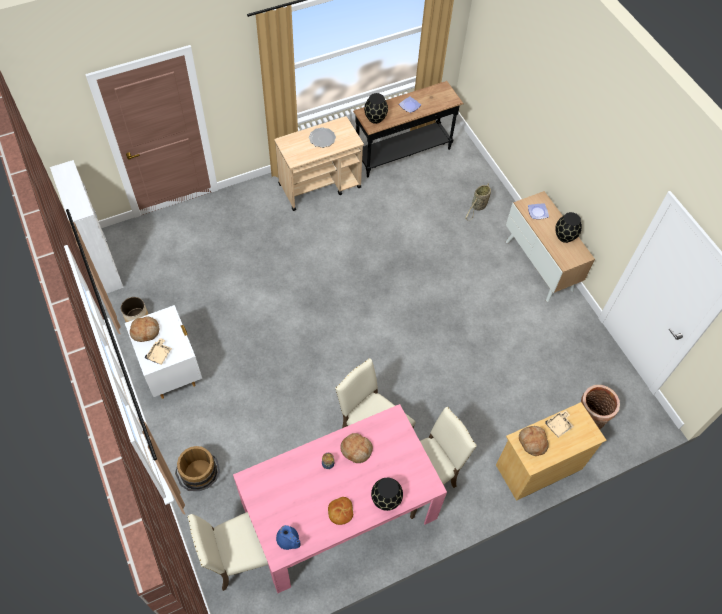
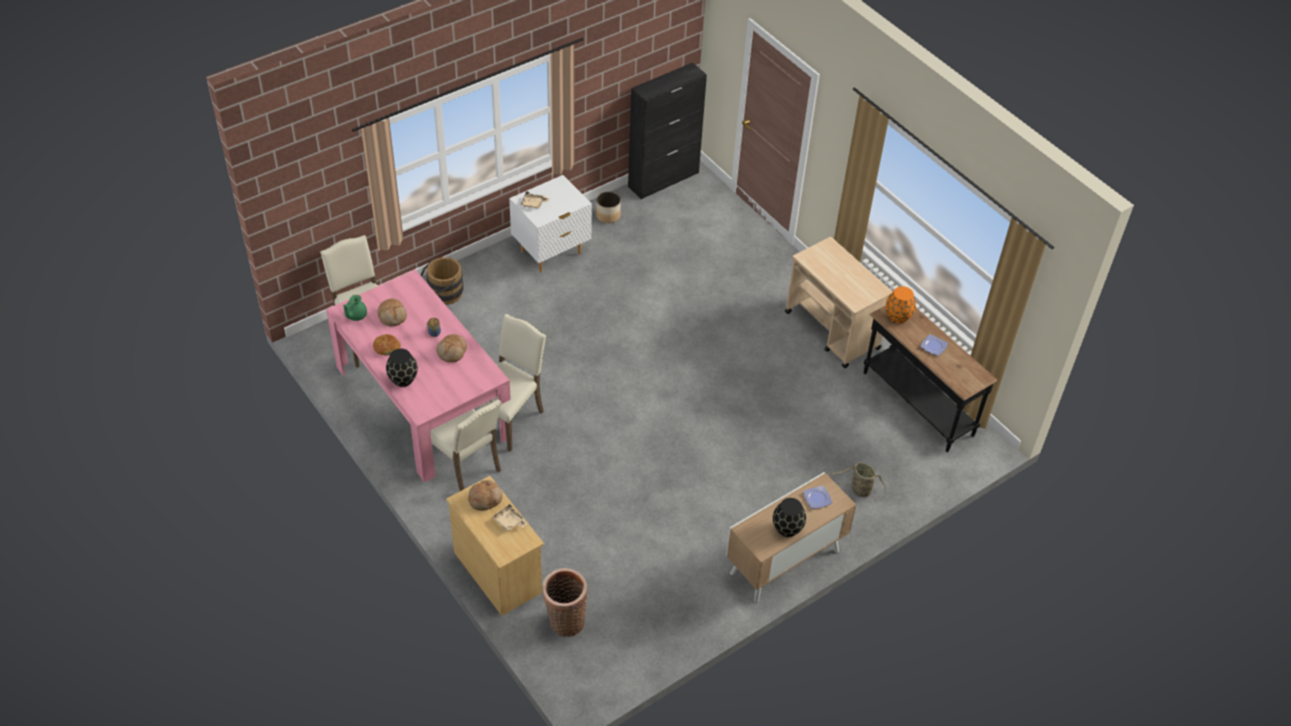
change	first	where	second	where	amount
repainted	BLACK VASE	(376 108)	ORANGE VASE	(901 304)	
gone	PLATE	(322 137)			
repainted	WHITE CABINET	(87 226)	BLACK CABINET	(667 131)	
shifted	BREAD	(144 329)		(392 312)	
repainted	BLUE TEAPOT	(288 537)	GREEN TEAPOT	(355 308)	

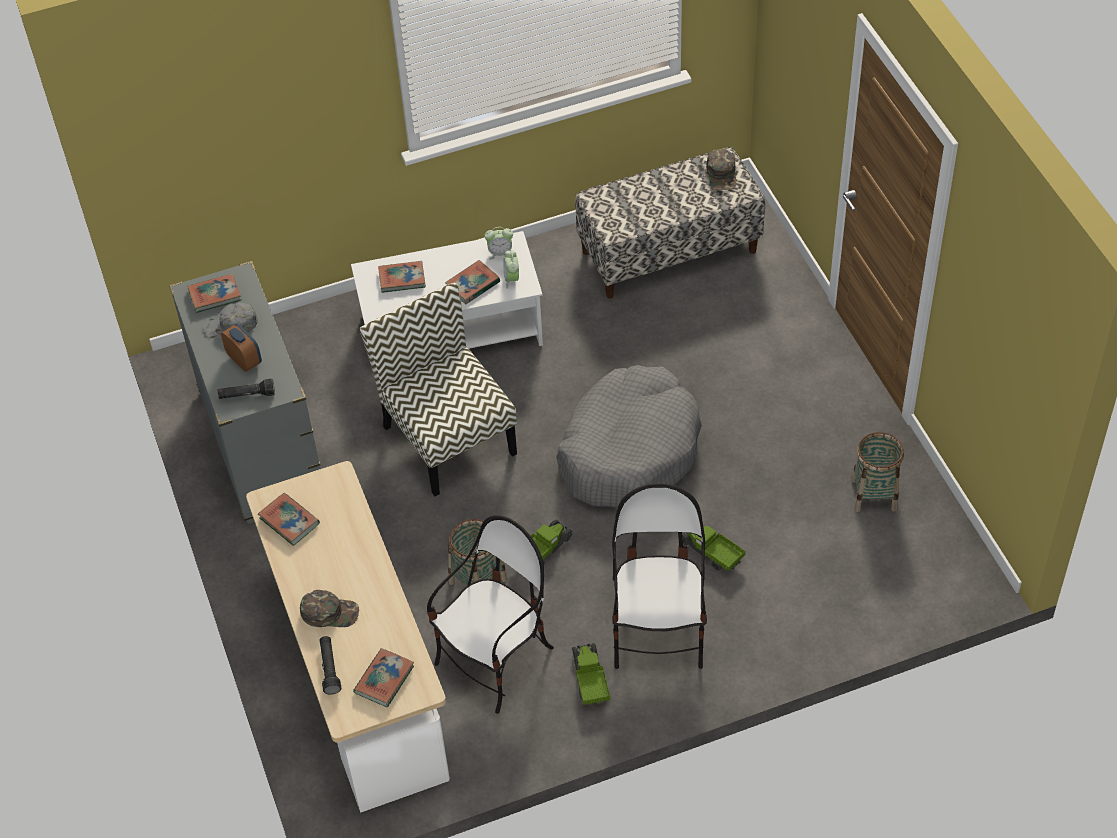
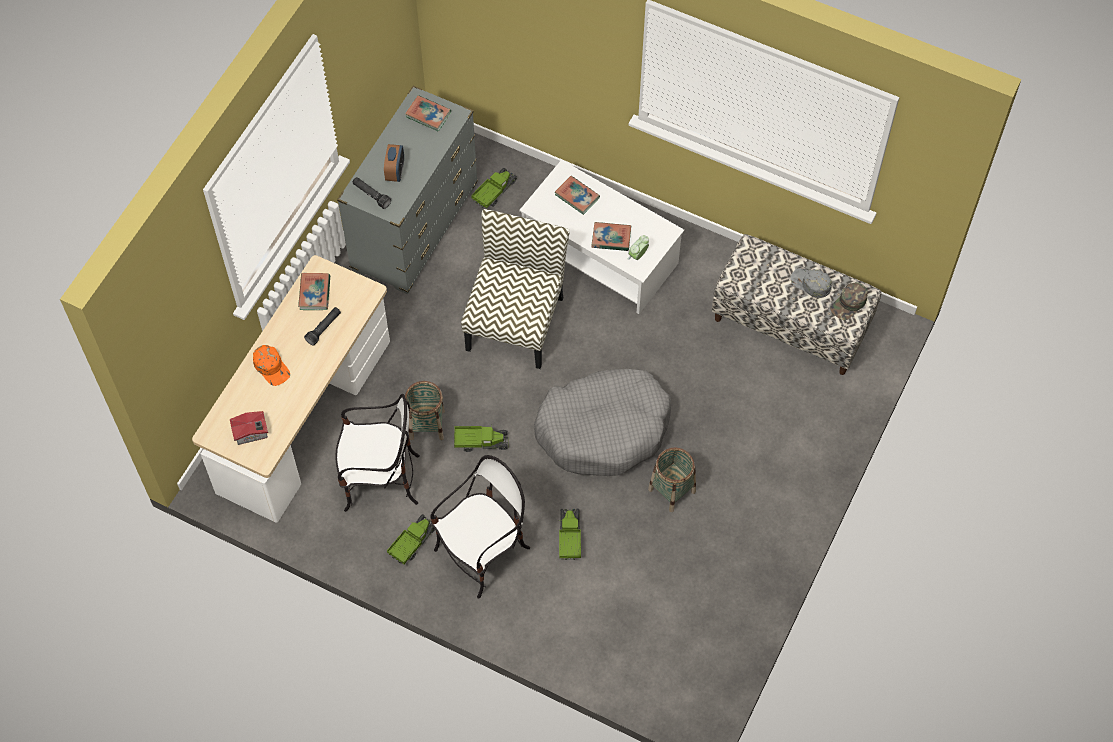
change	first	where	second	where	amount
gone	ALARM CLOCK	(498 243)			
shifted	GREY CAP	(231 320)		(811 283)	
shifted	BASKET	(878 472)		(672 479)	
repainted	GREEN CAP	(329 608)	ORANGE CAP	(271 365)	
shifted	BLACK FLASHLIGHT	(330 665)		(322 326)	
swapped	BOOK	(383 677)	TOY HOUSE	(249 428)	
new			TOY TRUCK	(494 188)	

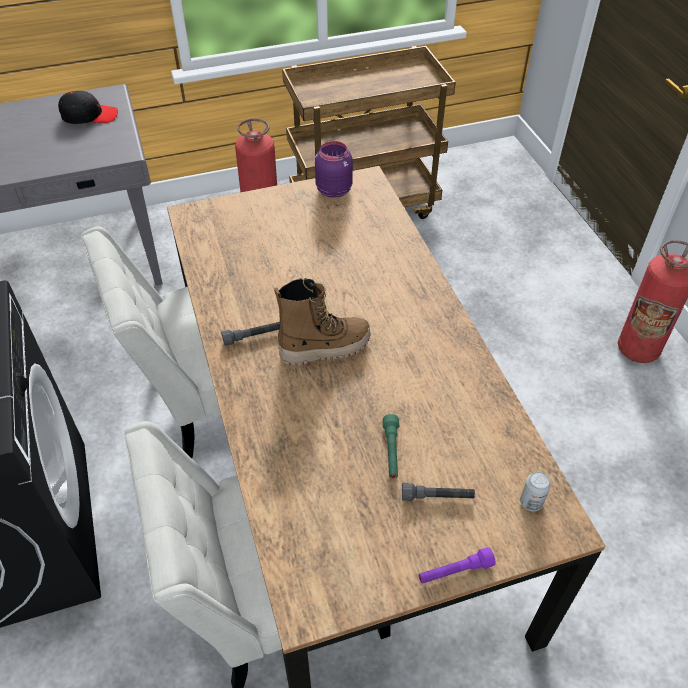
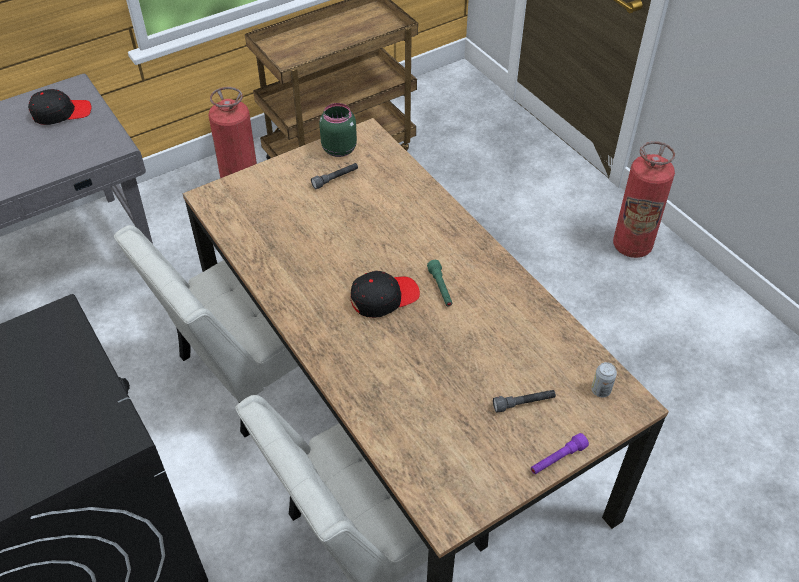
change	first	where	second	where	amount
repainted	PURPLE JAR	(334 169)	GREEN JAR	(338 130)	
swapped	BOOT	(322 321)	BLACK CAP	(385 294)	
shifted	GREY FLASHLIGHT	(250 334)		(334 176)	
shifted	GREEN FLASHLIGHT	(391 446)		(440 283)	

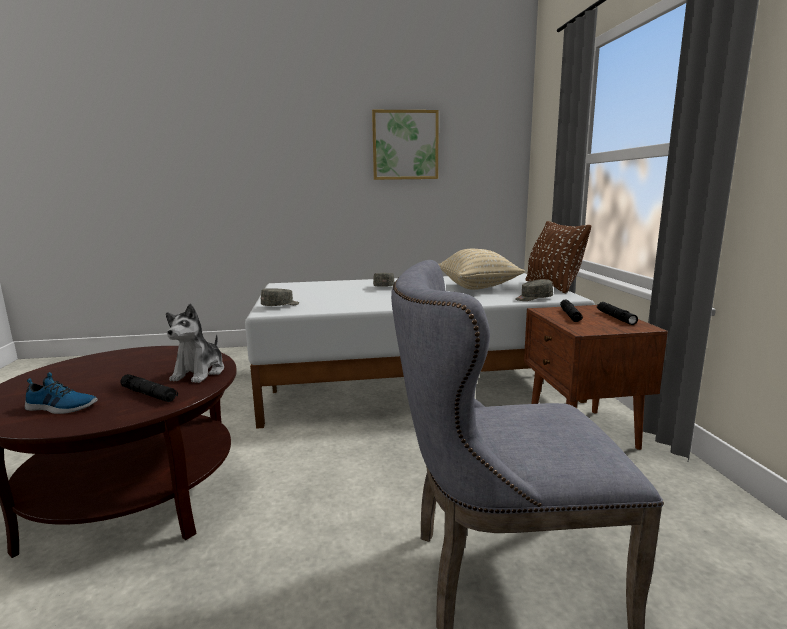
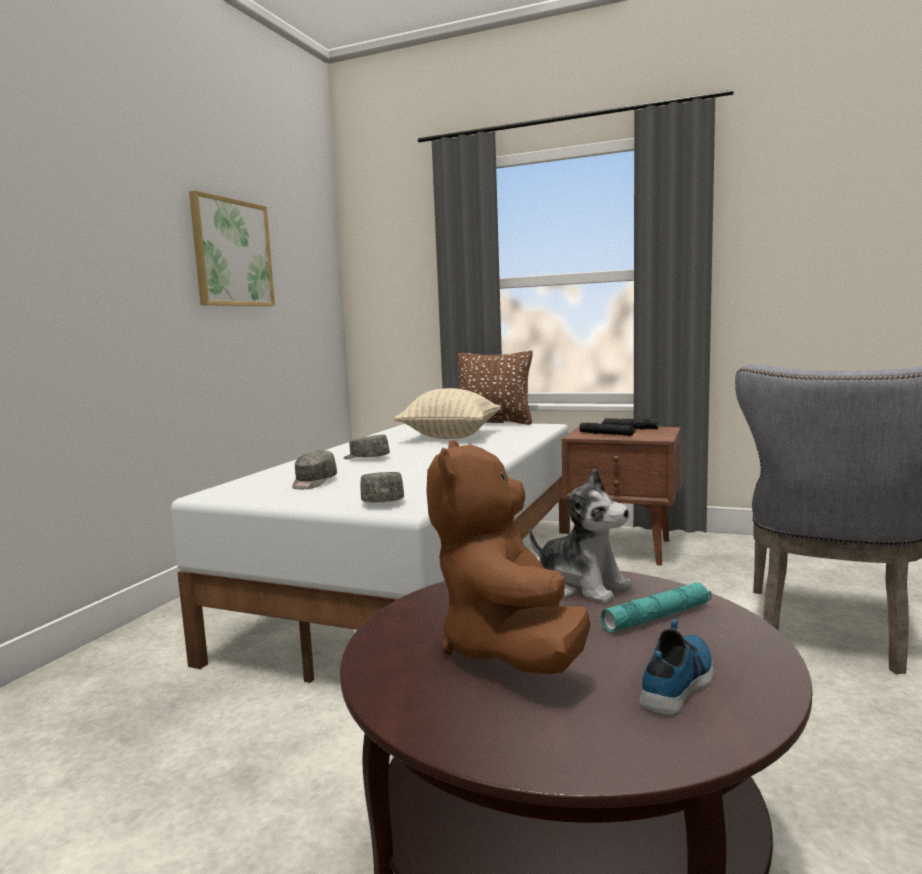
change	first	where	second	where	amount
shifted	GREY CAP	(534 290)		(314 469)	
repainted	BLACK FLASHLIGHT	(149 388)	TURQUOISE FLASHLIGHT	(656 607)	
new			BROWN PLUSH TOY	(508 557)	

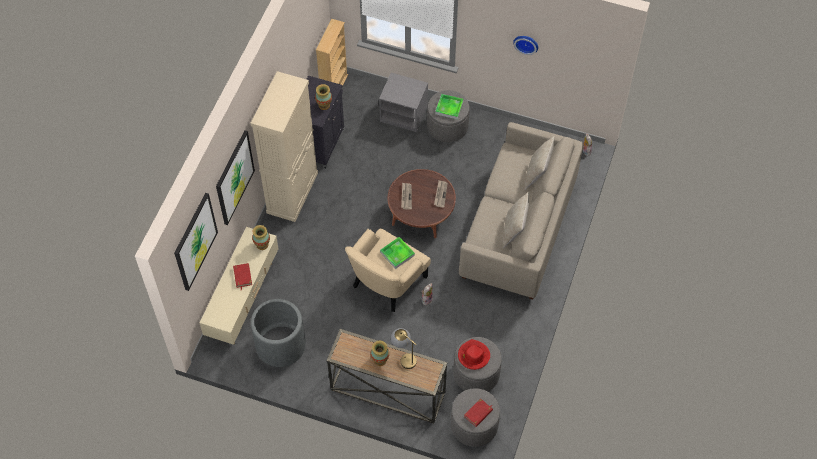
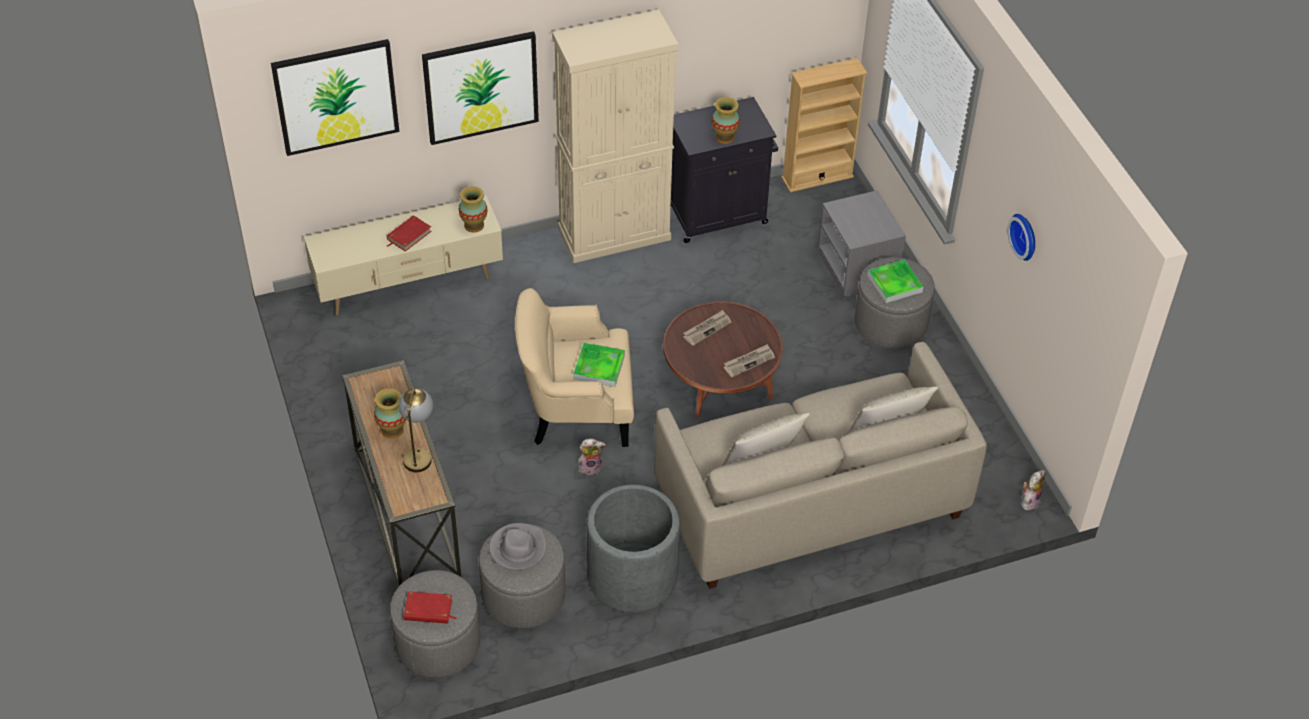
change	first	where	second	where	amount
shifted	GREY PLANTER	(278 333)		(633 549)	
repainted	RED HAT	(474 354)	GREY HAT	(518 546)	

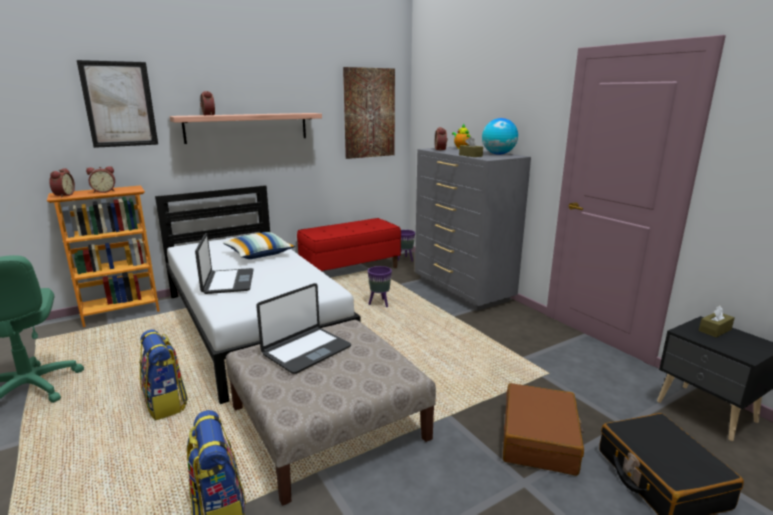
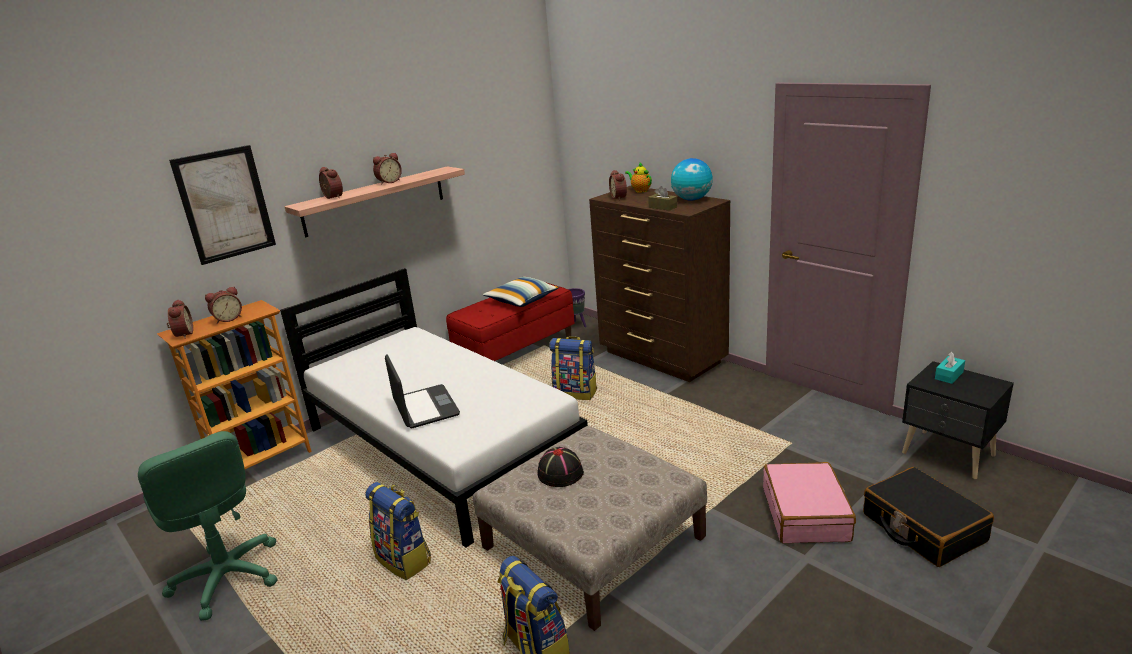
change	first	where	second	where	amount
gone	PICTURE	(369 113)			
repainted	GREY DRESSER	(473 228)	BROWN DRESSER	(659 284)	
shifted	PILLOW	(259 245)		(521 292)	
swapped	PURPLE PLANTER	(380 286)	BACKPACK	(573 368)	
swapped	LAPTOP	(303 328)	BLACK HAT	(560 467)	
repainted	BROWN TISSUE BOX	(717 321)	TURQUOISE TISSUE BOX	(950 367)	
repainted	BROWN SUITCASE	(543 429)	PINK SUITCASE	(809 502)	
new			ALARM CLOCK	(387 169)	

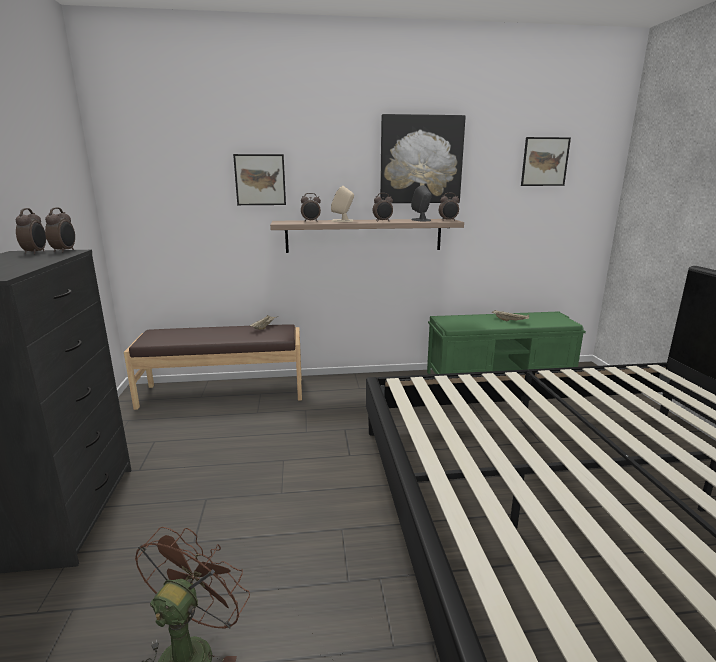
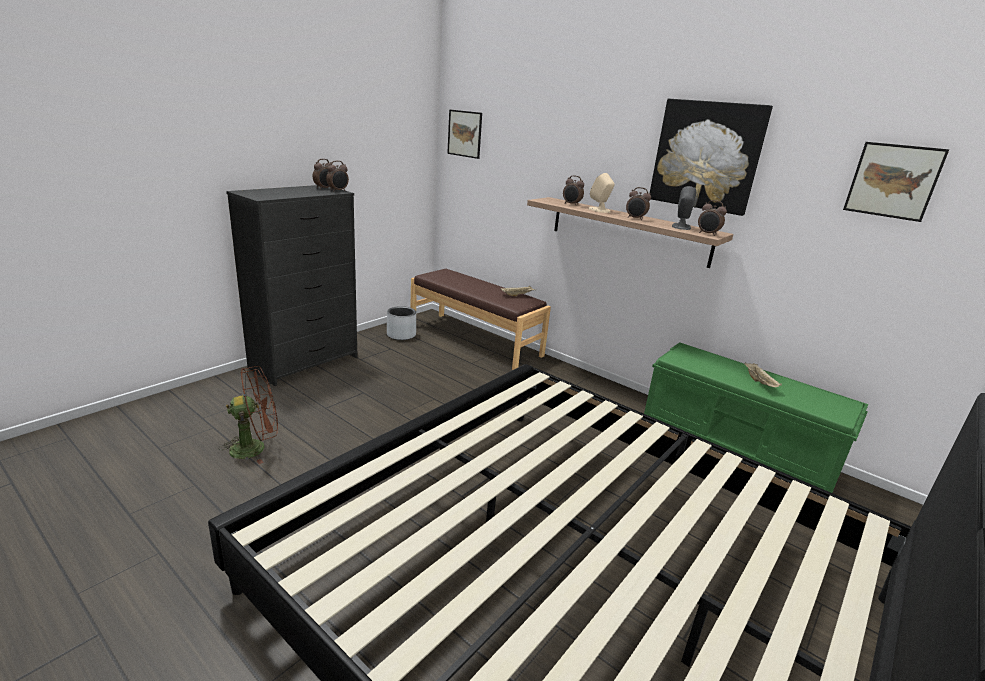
change	first	where	second	where	amount
shifted	PICTURE	(259 179)		(464 134)	
new			GREY PLANTER	(401 323)	

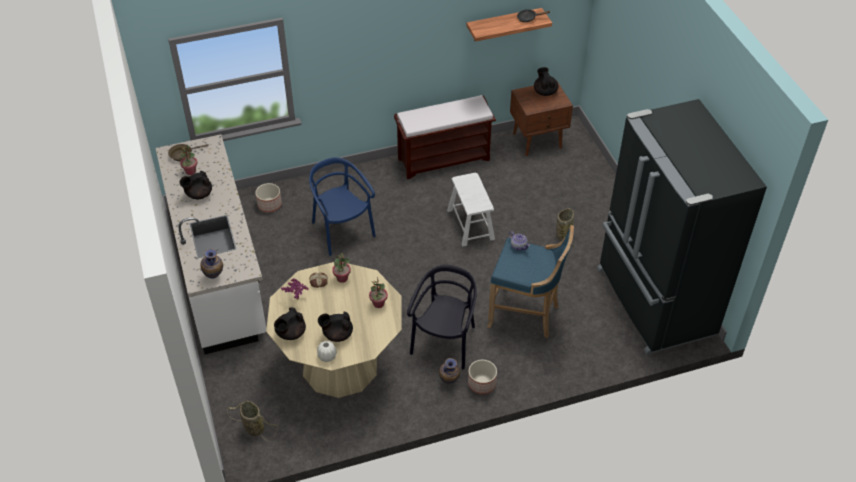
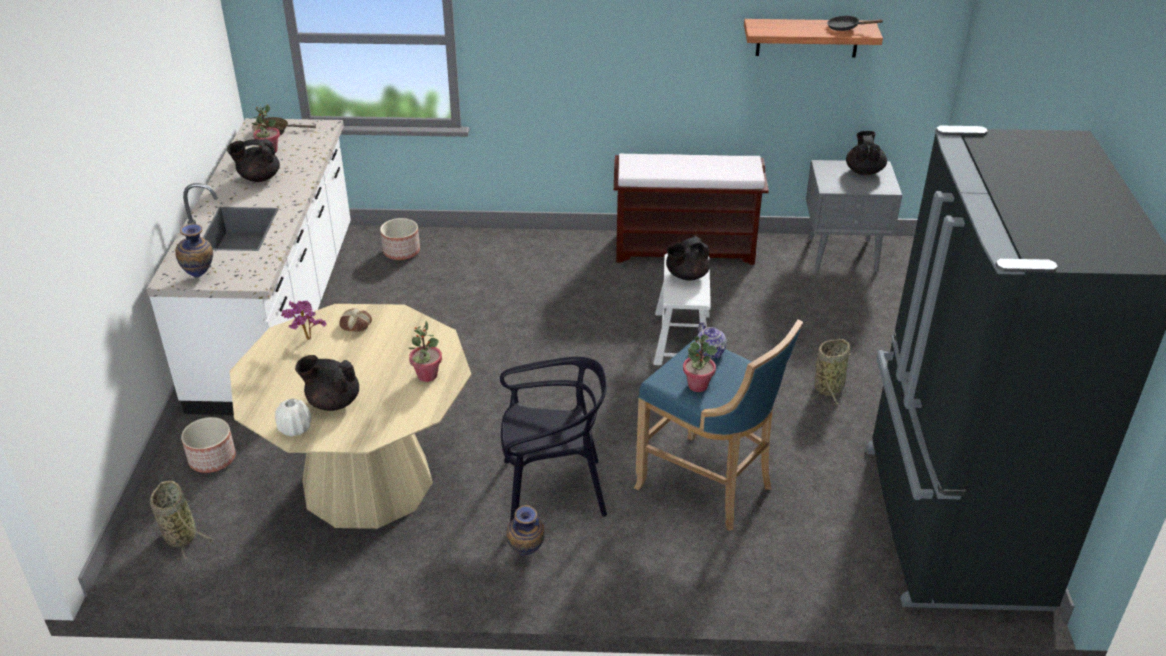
change	first	where	second	where	amount
repainted	BROWN NIGHTSTAND	(541 118)	GREY NIGHTSTAND	(854 216)	
gone	BLUE CHAIR	(342 206)			
shifted	POTTED PLANT	(341 268)		(700 363)	
rotated	BLACK CHAIR	(442 317)		(553 439)	45 degrees clockwise
shifted	BLACK TEAPOT	(290 323)		(688 258)	
shifted	PLANTER	(482 377)		(208 445)	

